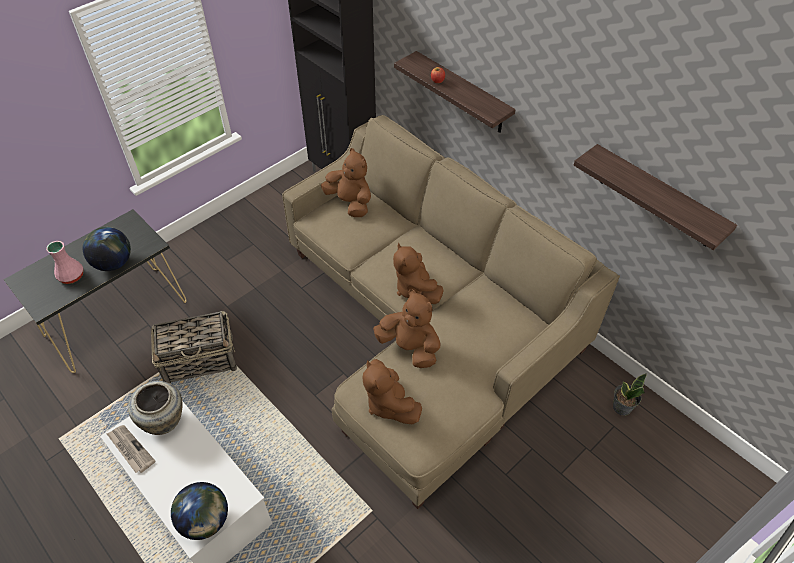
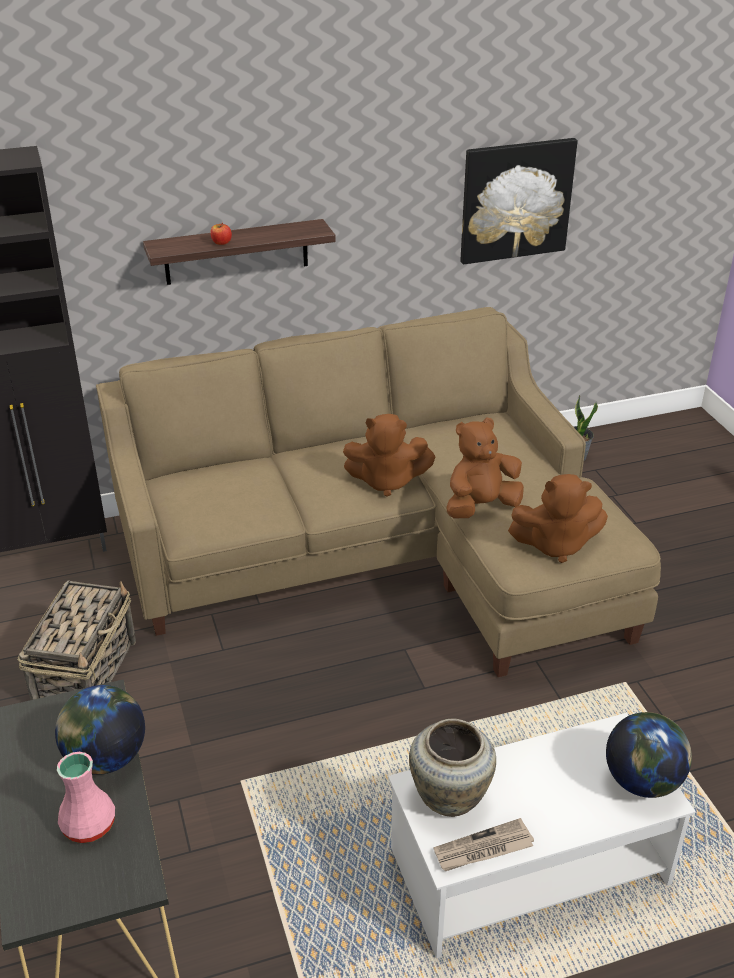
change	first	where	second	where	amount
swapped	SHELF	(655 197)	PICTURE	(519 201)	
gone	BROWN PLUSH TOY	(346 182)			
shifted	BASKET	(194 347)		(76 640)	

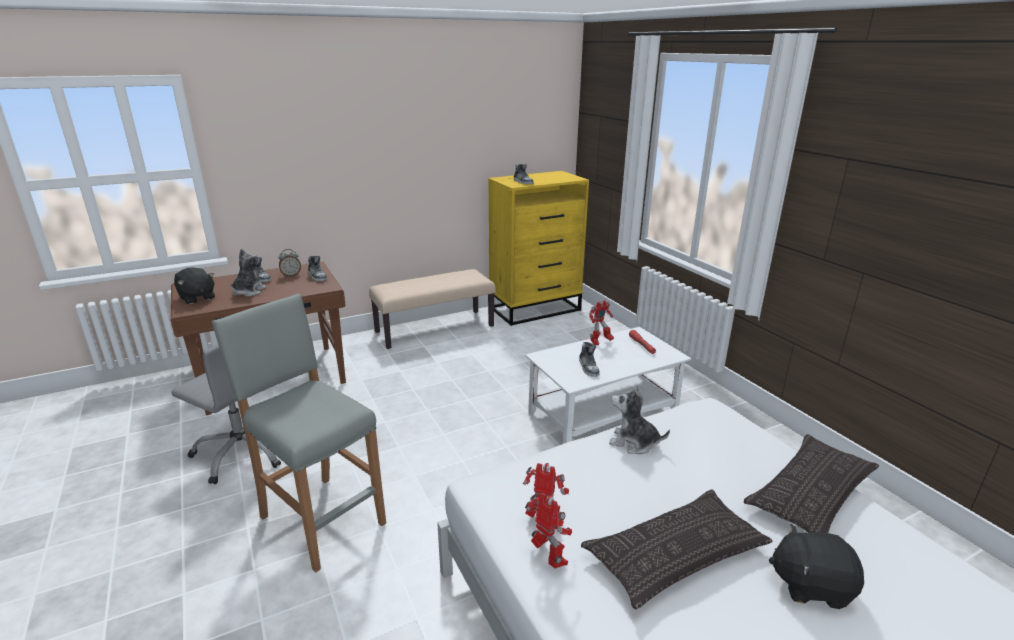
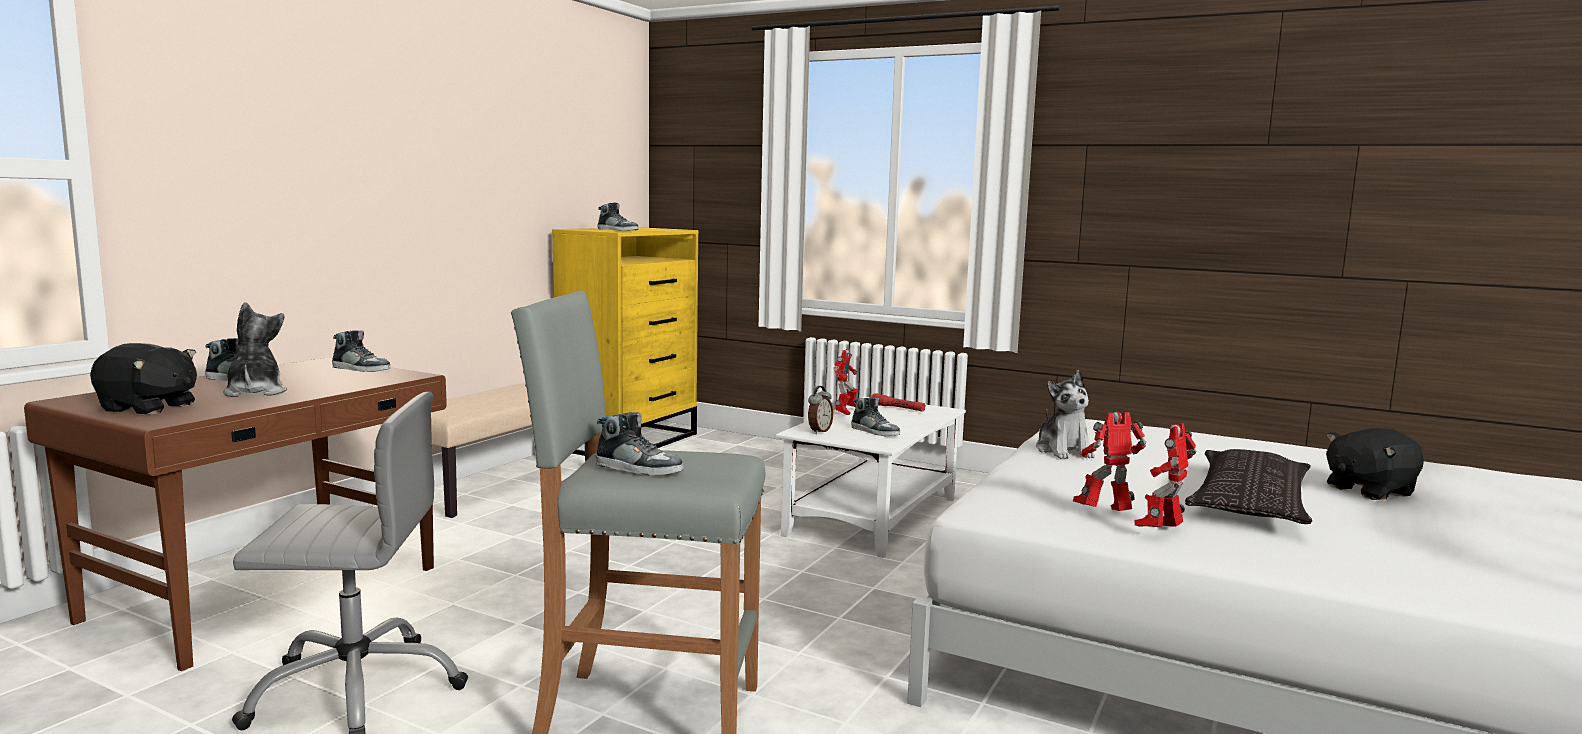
change	first	where	second	where	amount
shifted	ALARM CLOCK	(289 263)		(820 410)	
rotated	PLUSH TOY	(639 419)		(1065 414)	90 degrees counterclockwise
gone	PILLOW	(811 483)			
rotated	TOY ROBOT	(549 531)		(1165 475)	60 degrees counterclockwise
new			SHOE	(639 444)	

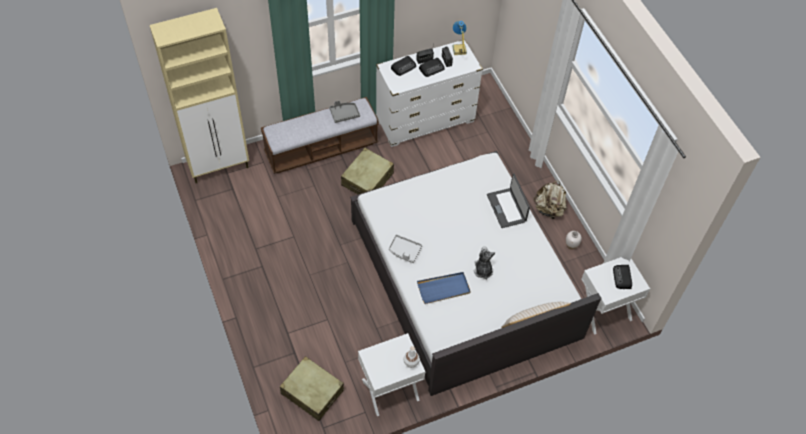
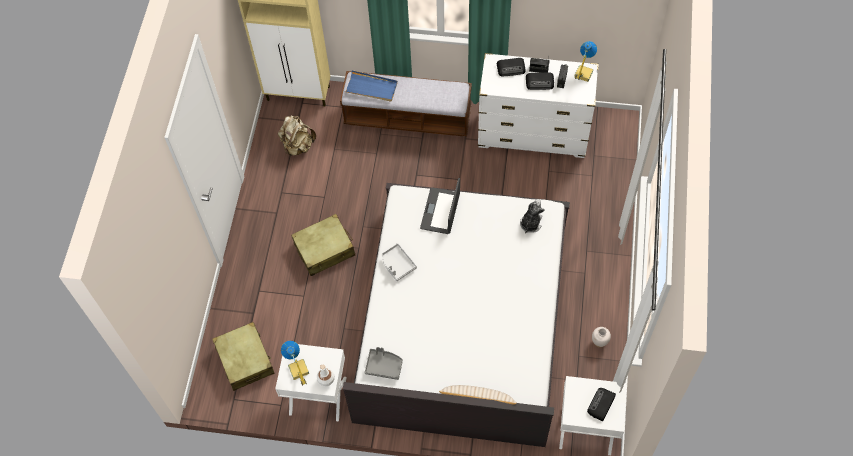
change	first	where	second	where	amount
shifted	GREY TRAY	(344 111)		(384 363)	
shifted	BEIGE SUITCASE	(367 171)		(323 245)	
shifted	LAPTOP	(508 201)		(440 206)	
shifted	BEIGE BACKPACK	(550 200)		(297 136)	
shifted	PLUSH TOY	(484 263)		(532 216)	
shifted	BLUE TRAY	(444 288)		(371 86)	
new			TABLE LAMP	(295 363)	

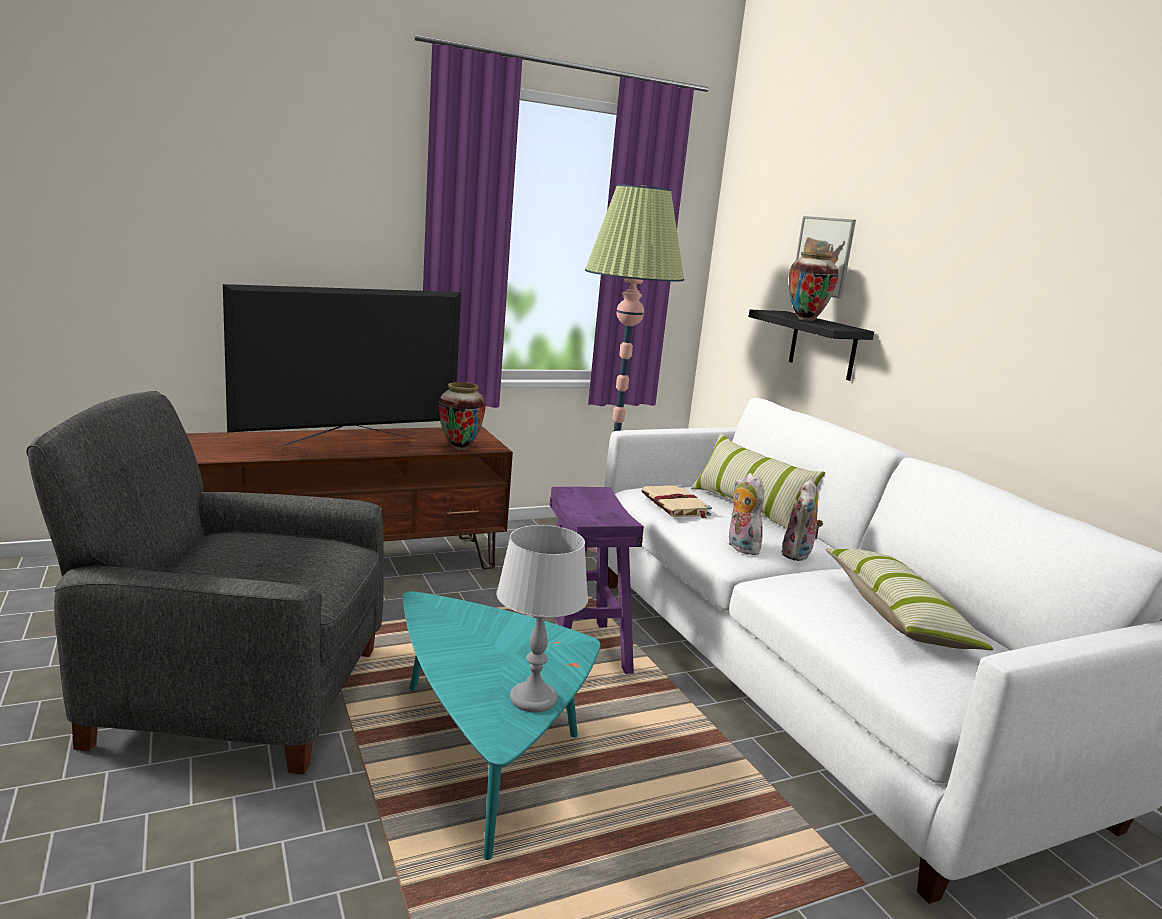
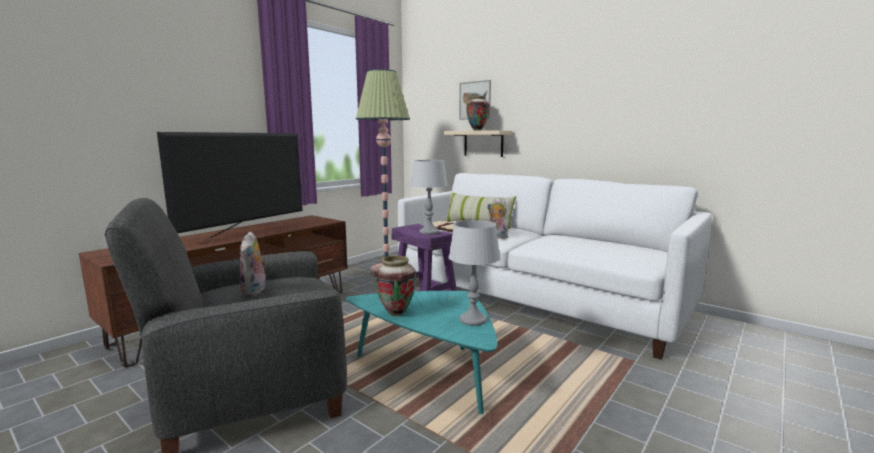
change	first	where	second	where	amount
repainted	BLACK SHELF	(811 345)	BEIGE SHELF	(478 143)	
shifted	VASE	(462 416)		(395 286)	
shifted	PLUSH TOY	(802 520)		(253 263)	
gone	PILLOW	(909 599)			
new			GREY TABLE LAMP	(429 197)	

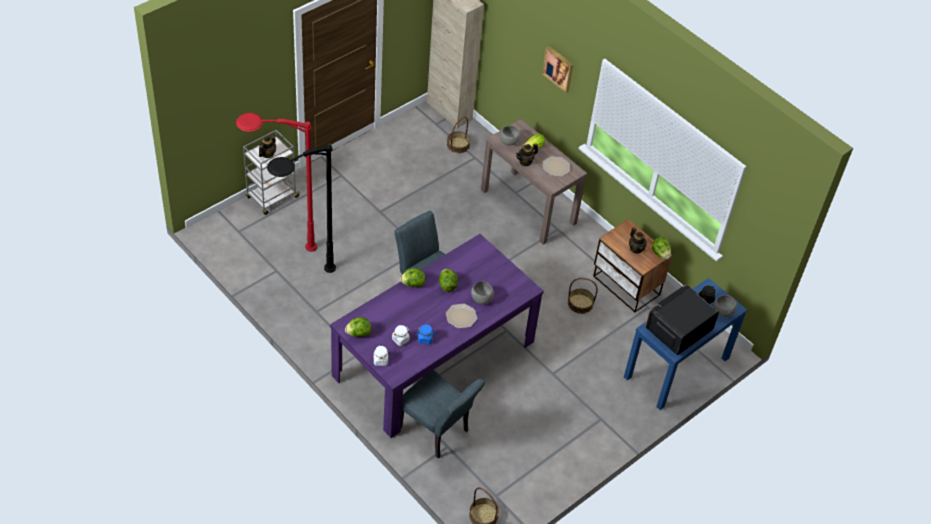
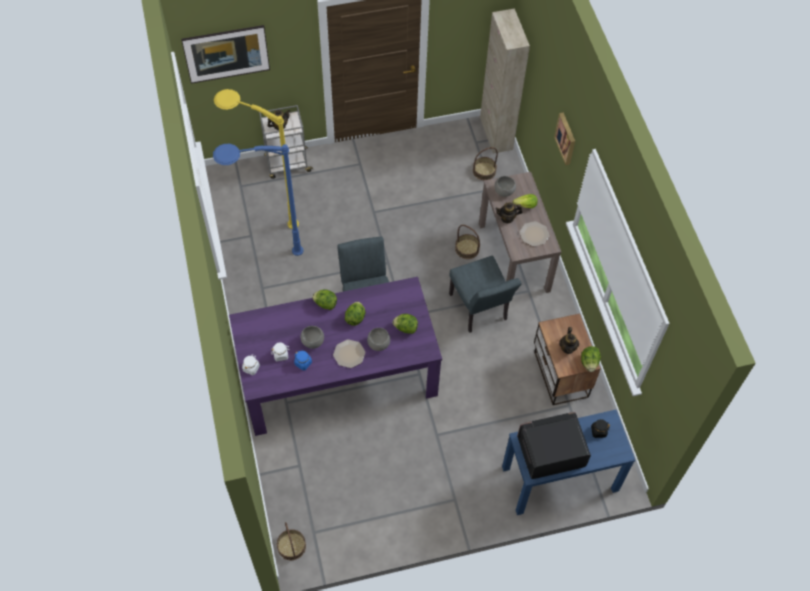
change	first	where	second	where	amount
repainted	RED FLOOR LAMP	(276 182)	YELLOW FLOOR LAMP	(256 159)	
repainted	BLACK FLOOR LAMP	(301 208)	BLUE FLOOR LAMP	(258 200)	
shifted	BASKET	(583 296)		(467 242)	
shifted	GREY BOWL	(725 306)		(312 337)	
shifted	LETTUCE	(358 327)		(405 324)	
shifted	GREY CHAIR	(443 414)		(485 294)	
new			PICTURE	(225 54)	

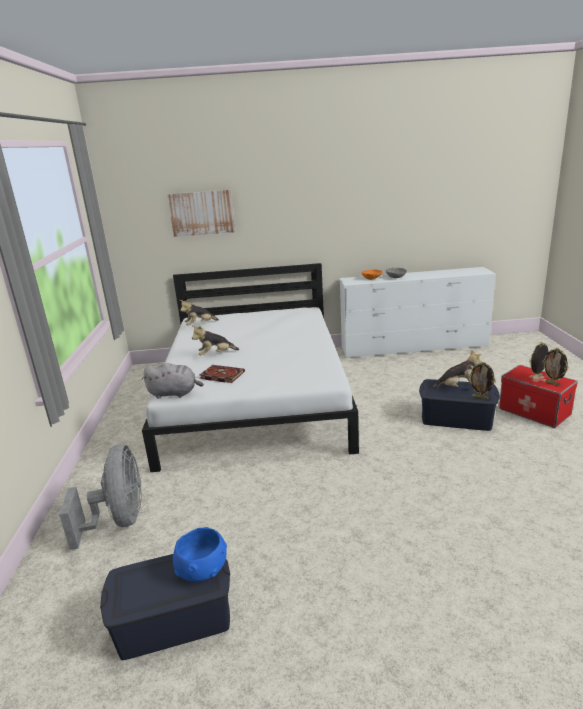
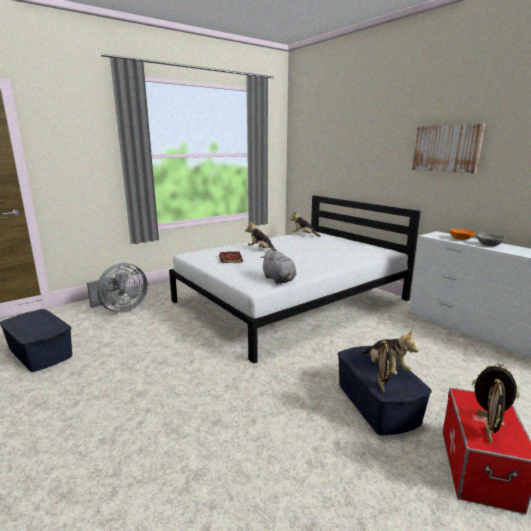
change	first	where	second	where	amount
shifted	PICTURE	(201 213)		(448 148)	
shifted	GREY PLUSH TOY	(173 380)		(279 266)	
gone	BLUE BOWL	(200 554)			

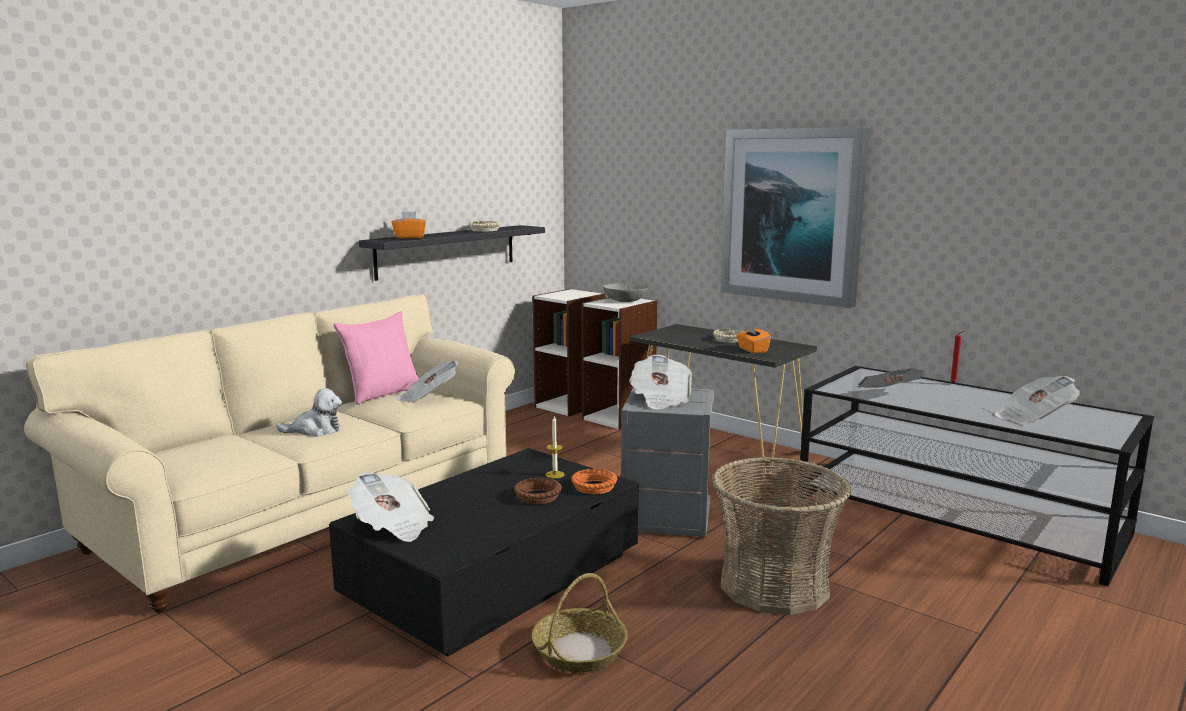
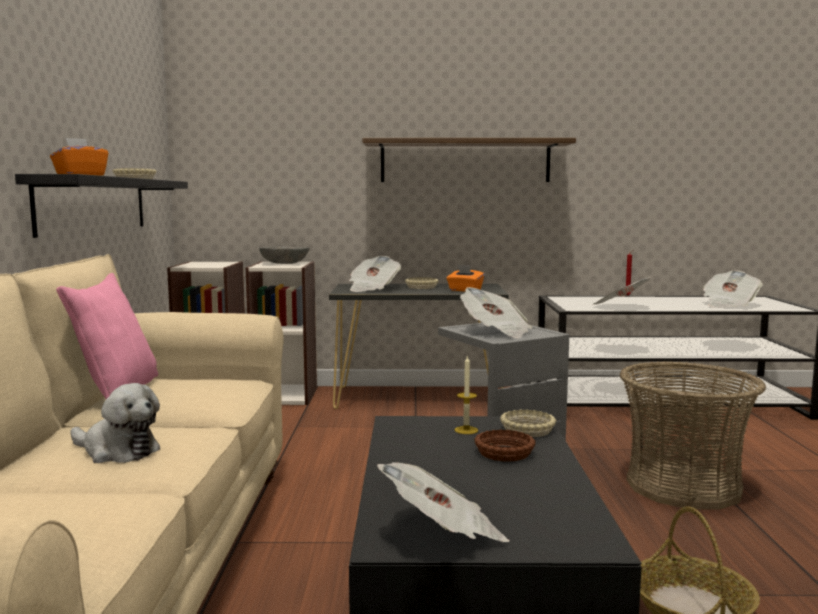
change	first	where	second	where	amount
swapped	PICTURE	(794 217)	SHELF	(469 160)	
shifted	NEWSPAPER	(428 382)		(375 274)	
rotated	PLUSH TOY	(309 412)		(115 423)	75 degrees clockwise
repainted	ORANGE BOWL	(594 481)	BEIGE BOWL	(528 423)	

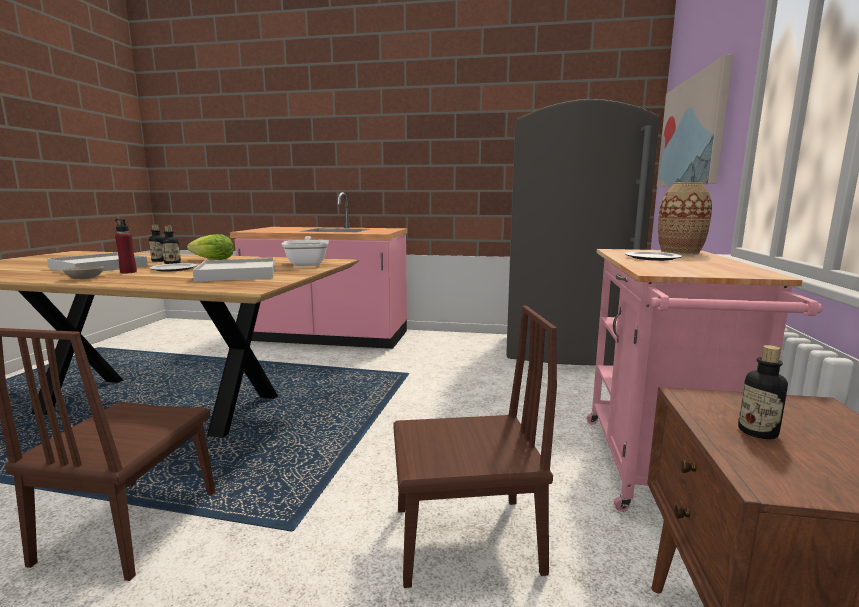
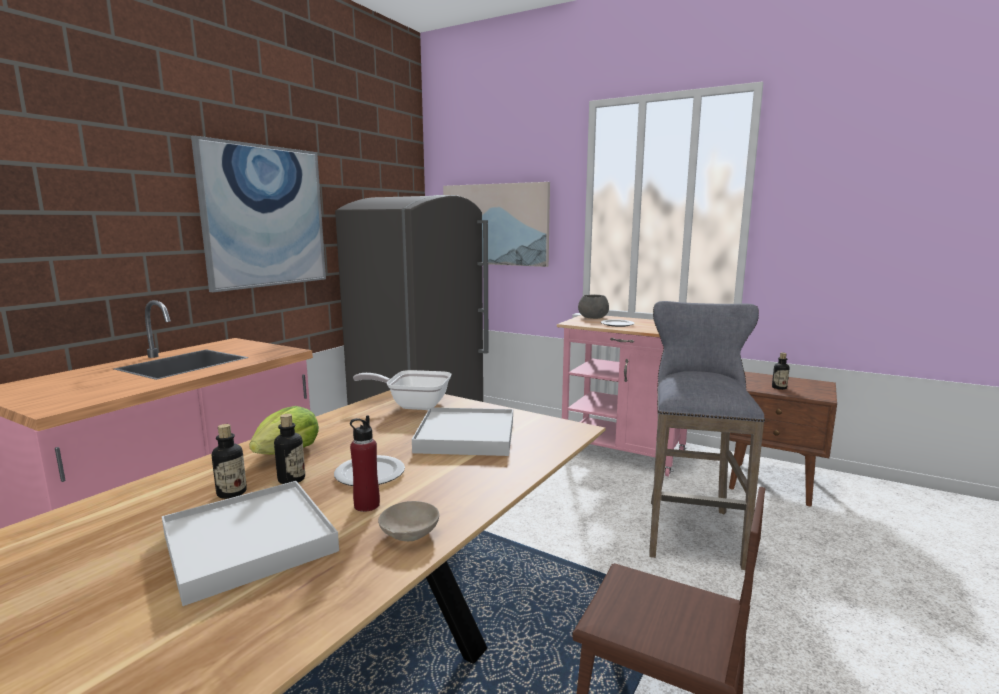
change	first	where	second	where	amount
swapped	VASE	(685 218)	GREY BOWL	(593 307)	
swapped	BROWN CHAIR	(475 447)	GREY STOOL	(707 435)	
new			PICTURE	(258 214)	

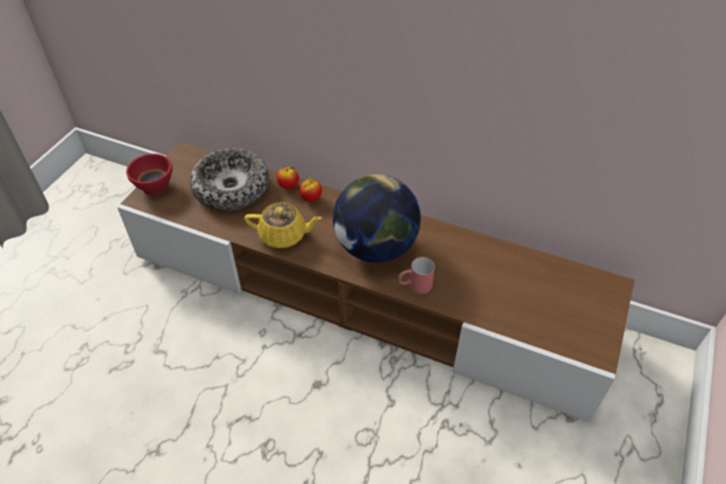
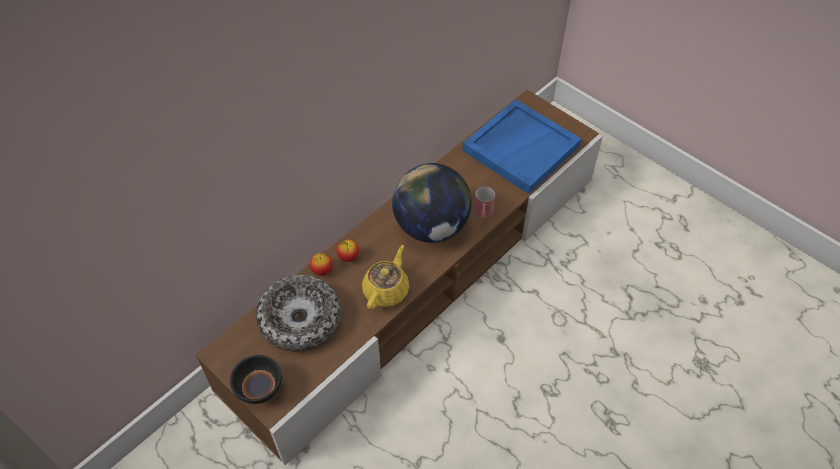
change	first	where	second	where	amount
repainted	RED BOWL	(149 174)	BLACK BOWL	(256 379)	
new			BLUE TRAY	(522 146)	

